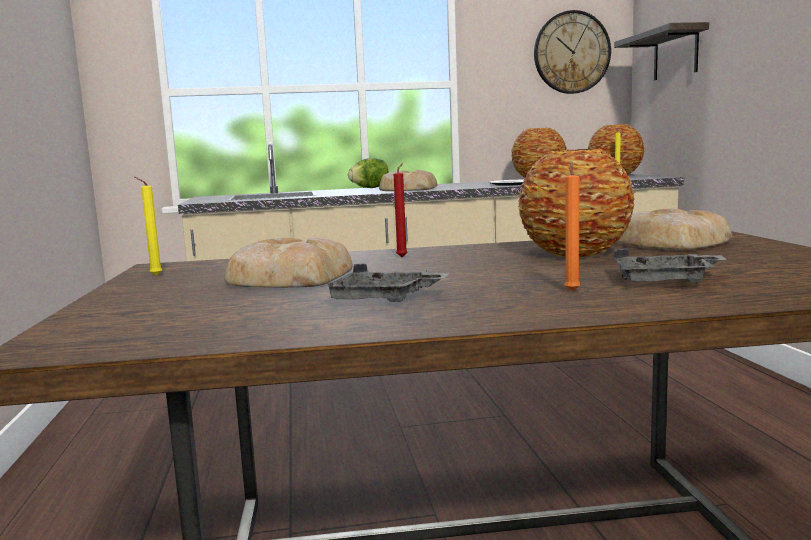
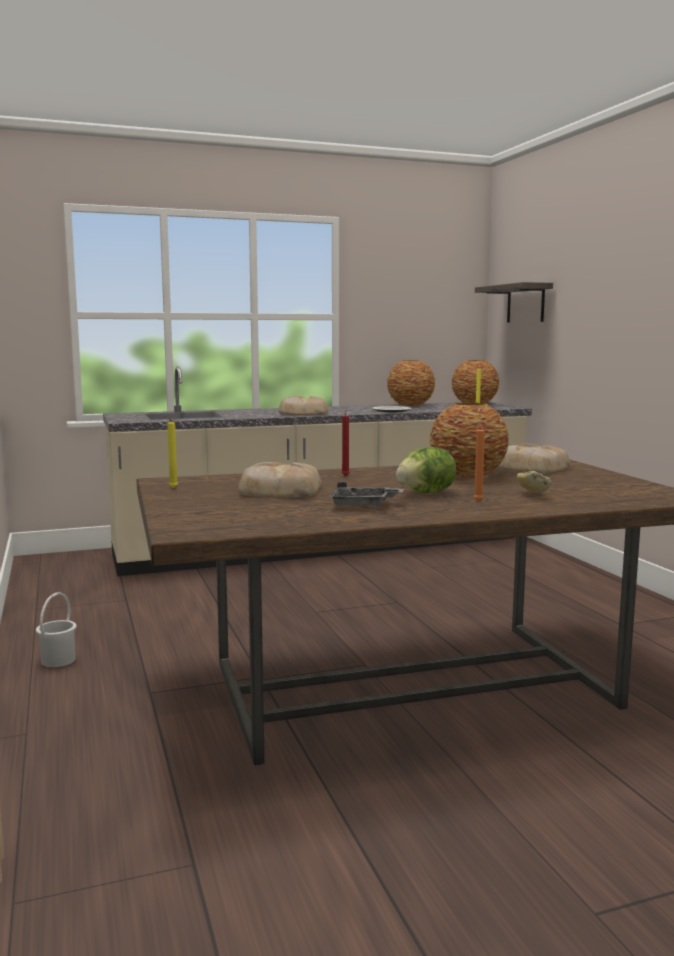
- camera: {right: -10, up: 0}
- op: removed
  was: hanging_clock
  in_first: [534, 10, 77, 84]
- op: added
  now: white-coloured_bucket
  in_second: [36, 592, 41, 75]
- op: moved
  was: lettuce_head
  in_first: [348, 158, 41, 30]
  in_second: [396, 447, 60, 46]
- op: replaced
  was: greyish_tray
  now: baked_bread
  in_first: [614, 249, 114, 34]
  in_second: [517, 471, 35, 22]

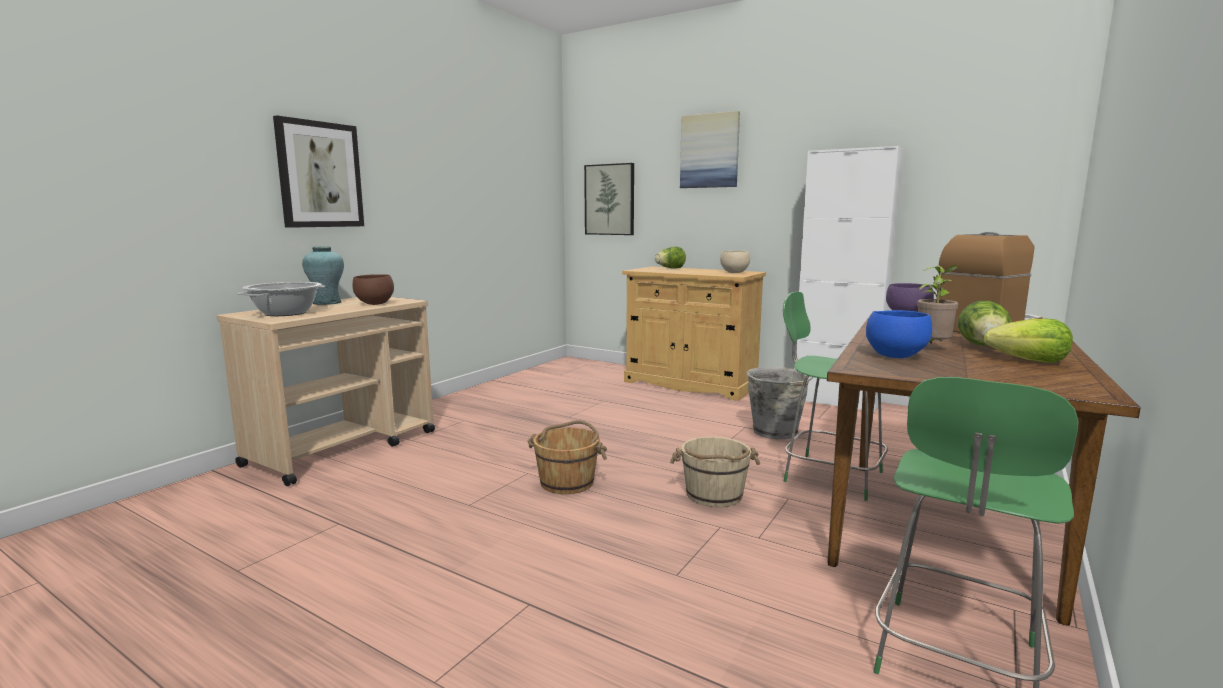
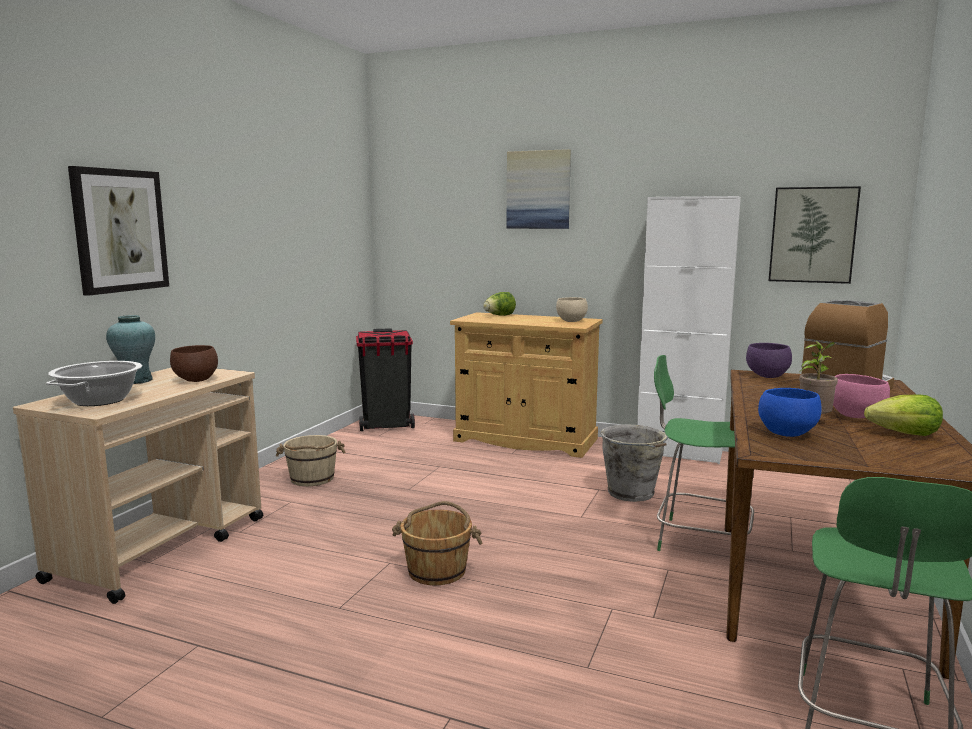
- camera: {right: -10, up: 0}
- op: added
  now: blackish_trash_can
  in_second: [356, 328, 59, 103]
- op: moved
  was: wall_art
  in_first: [584, 163, 50, 72]
  in_second: [769, 186, 92, 98]
- op: moved
  was: beige-coloured_bucket
  in_first: [670, 437, 90, 70]
  in_second: [276, 435, 70, 51]
- op: replaced
  was: lettuce_head
  now: pinkish_bowl
  in_first: [958, 301, 54, 45]
  in_second: [833, 374, 57, 44]

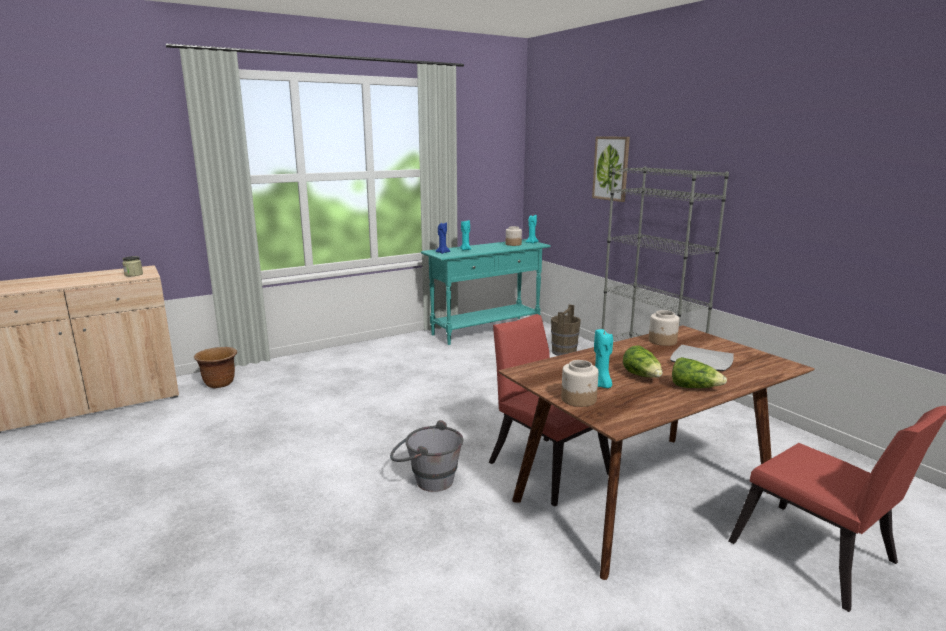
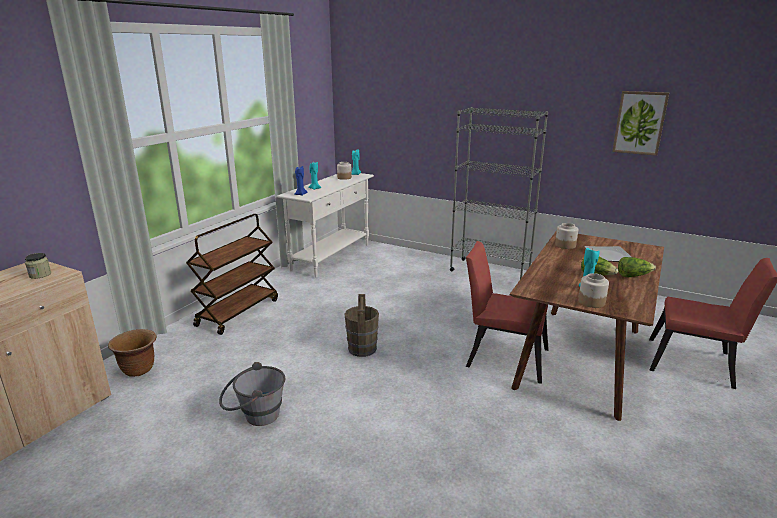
- camera: {right: -30, up: 5}
- op: added
  now: brown_trolley
  in_second: [186, 214, 92, 121]
- op: moved
  was: greyish_bucket
  in_first: [390, 420, 73, 72]
  in_second: [219, 362, 66, 64]
- op: moved
  was: brown_bucket
  in_first: [551, 304, 30, 52]
  in_second: [344, 294, 35, 63]
- op: moved
  was: wall_art
  in_first: [592, 136, 38, 66]
  in_second: [612, 91, 57, 65]
- op: recoloured
  was: turquoise-coloured_console_table
  now: white-coloured_console_table
  in_first: [421, 239, 130, 106]
  in_second: [277, 173, 97, 104]

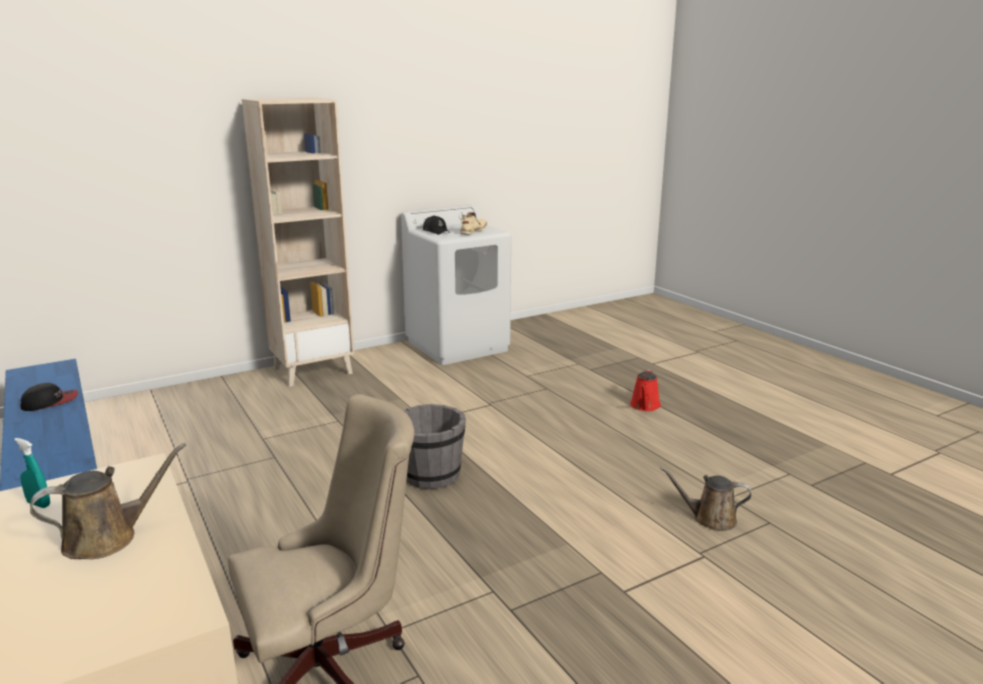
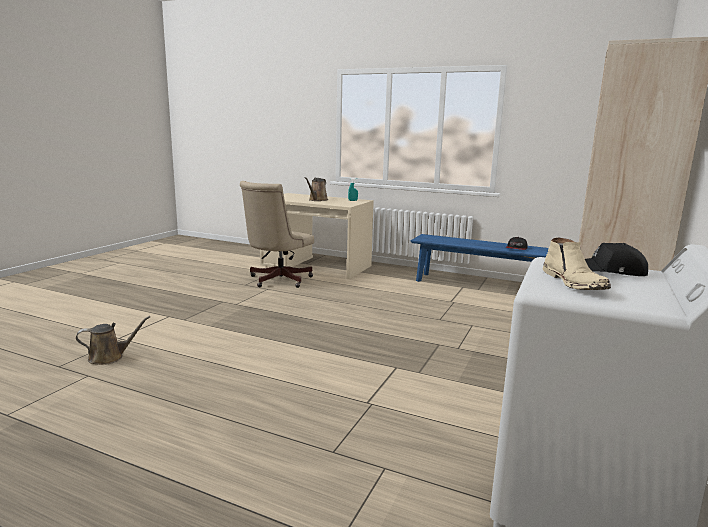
- camera: {right: 145, up: -5}
- op: removed
  was: greyish_bucket
  in_first: [404, 404, 62, 85]
- op: removed
  was: red_watering_pot
  in_first: [630, 369, 31, 42]

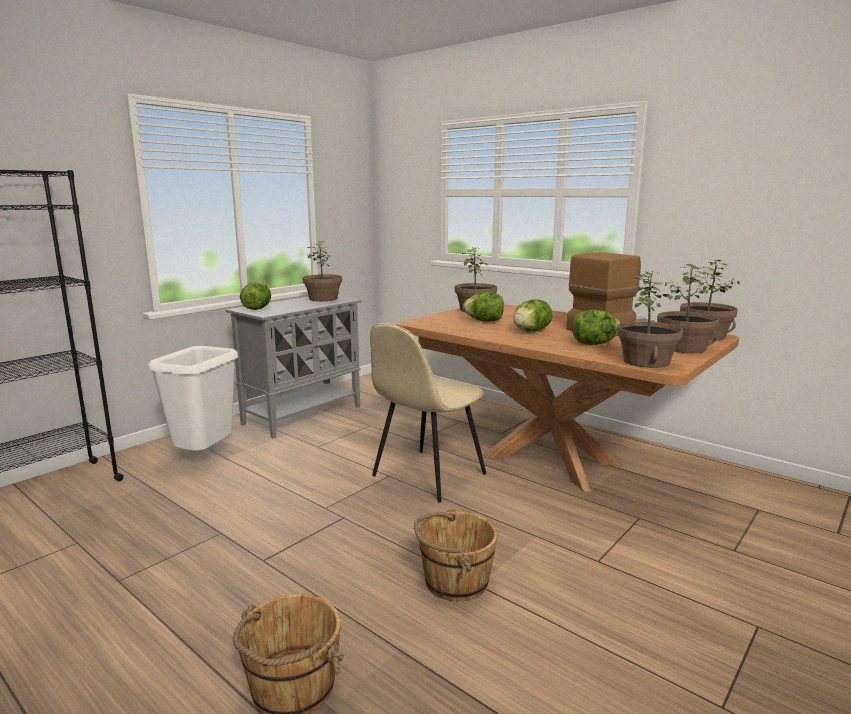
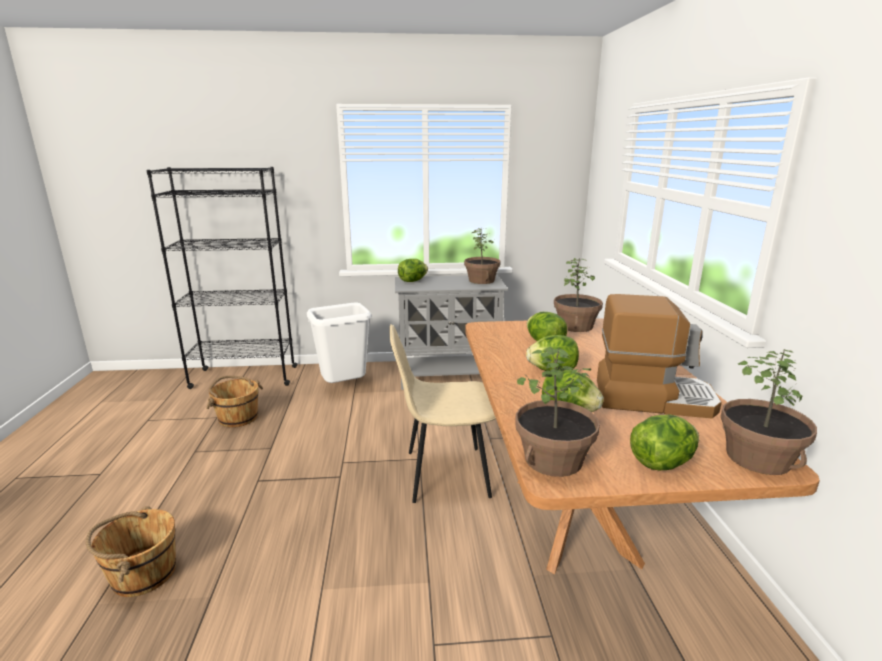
- camera: {right: 45, up: 5}
- op: moved
  was: brown_bucket
  in_first: [414, 509, 83, 92]
  in_second: [206, 376, 57, 51]
- op: replaced
  was: plant_in_a_pot
  now: lettuce_head
  in_first: [657, 264, 67, 89]
  in_second: [630, 415, 69, 55]

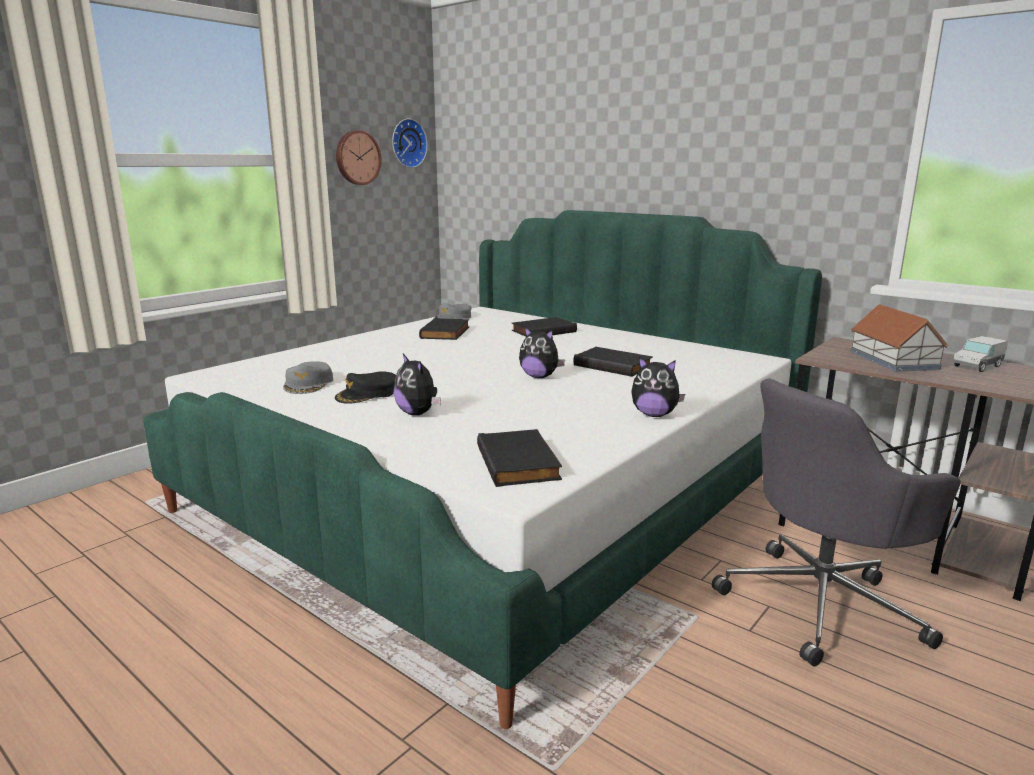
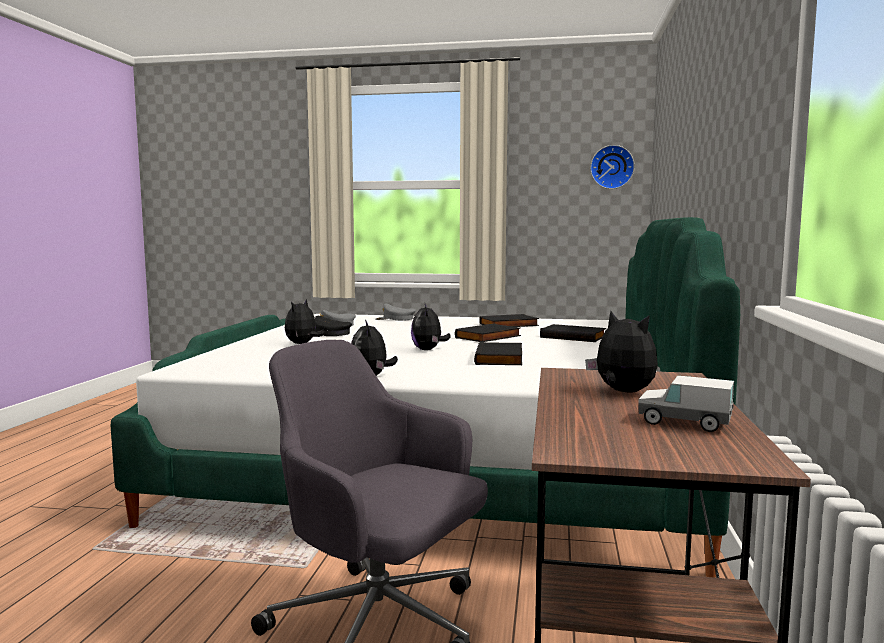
- camera: {right: 60, up: -10}
- op: removed
  was: hanging_clock
  in_first: [336, 130, 46, 55]
- op: moved
  was: greyish_peaked_cap
  in_first: [433, 303, 38, 16]
  in_second: [375, 304, 41, 17]
- op: moved
  was: blackish_book
  in_first: [477, 429, 85, 58]
  in_second: [455, 324, 66, 18]
- op: replaced
  was: model_house
  now: plush_toy
  in_first: [850, 304, 98, 68]
  in_second: [585, 311, 73, 81]

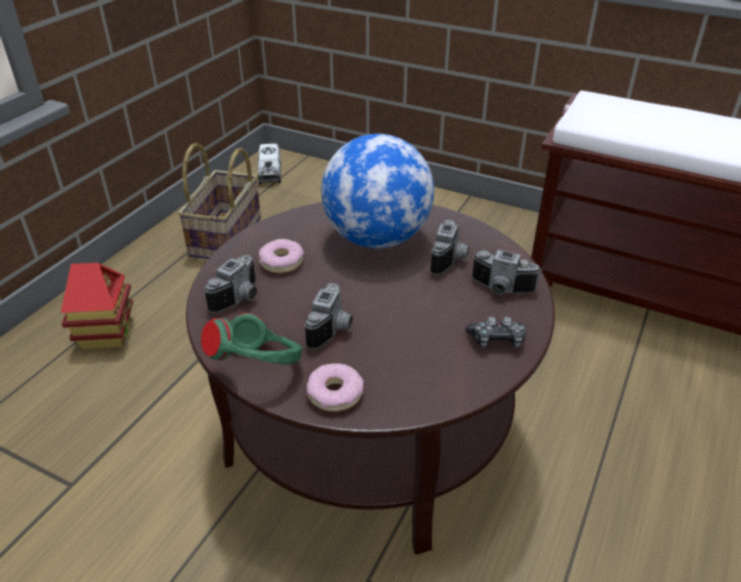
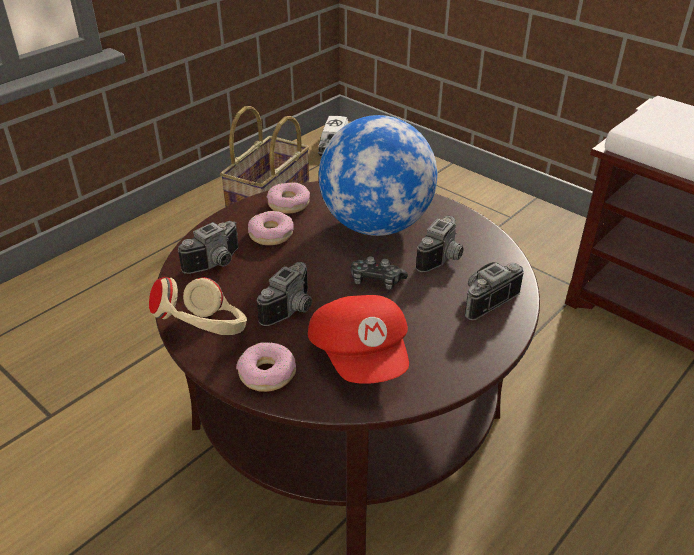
- camera: {right: 15, up: 0}
- op: removed
  was: model_house
  in_first: [61, 263, 72, 86]
- op: added
  now: donut
  in_second: [267, 182, 43, 32]
- op: added
  now: red_peaked_cap
  in_second: [308, 295, 101, 89]
- op: moved
  was: joypad
  in_first: [466, 316, 61, 32]
  in_second: [351, 256, 57, 34]
- op: recoloured
  was: greenish_headset
  now: beige-coloured_headset
  in_first: [201, 313, 101, 52]
  in_second: [149, 277, 98, 58]
- op: turned
  was: photo_camera
  in_first: [472, 250, 70, 44]
  in_second: [465, 262, 59, 59]
  clockwise: 105

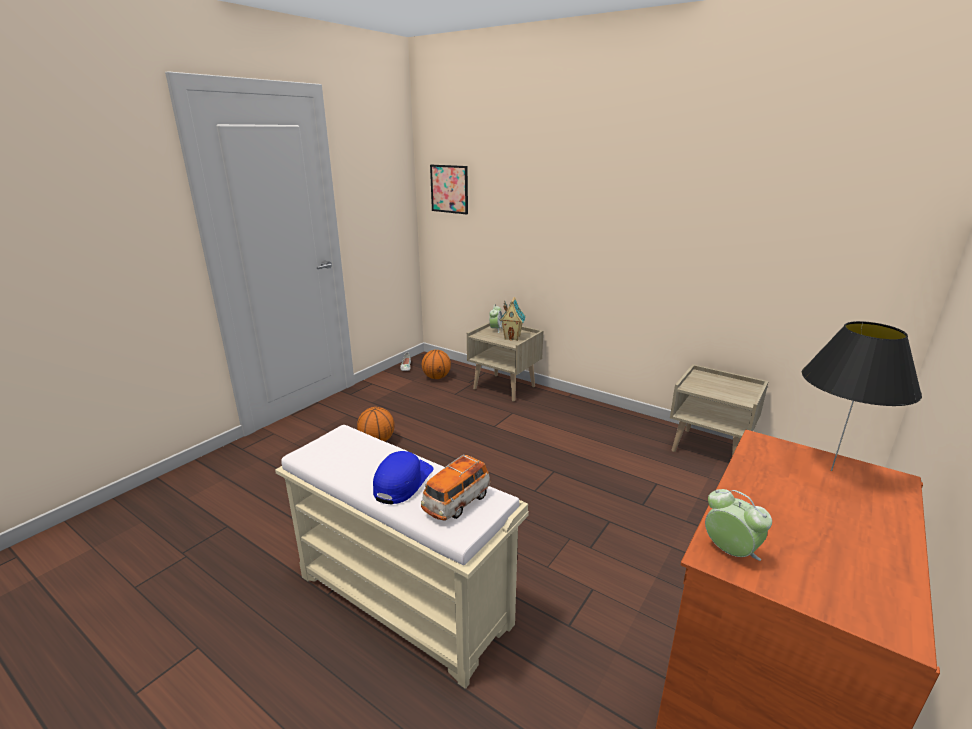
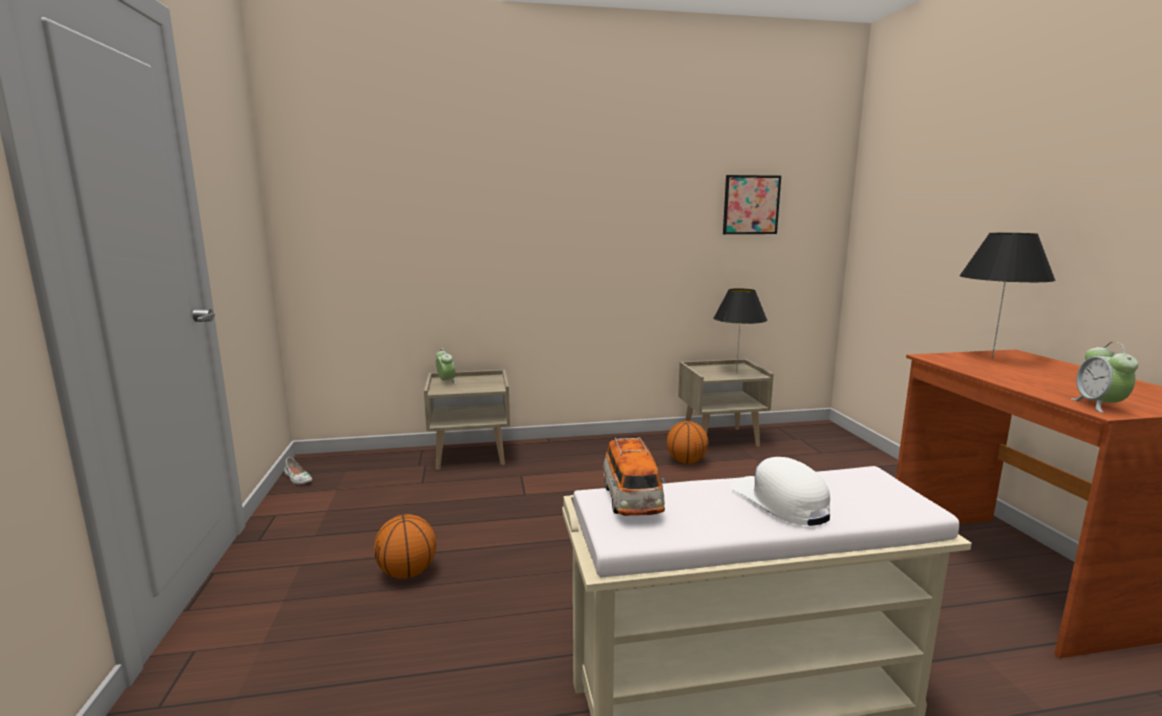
- camera: {right: -45, up: -10}
- op: removed
  was: model_house
  in_first: [500, 297, 26, 44]
- op: added
  now: blackish_table_lamp
  in_second: [714, 288, 53, 84]
- op: moved
  was: toy_car
  in_first: [421, 454, 70, 67]
  in_second: [603, 437, 63, 79]
- op: moved
  was: basketball_ball
  in_first: [422, 350, 29, 29]
  in_second: [667, 421, 42, 43]
- op: moved
  was: wall_art
  in_first: [430, 165, 38, 49]
  in_second: [723, 175, 58, 59]
- op: recoloured
  was: bluish_peaked_cap
  now: white-coloured_peaked_cap
  in_first: [373, 451, 61, 53]
  in_second: [729, 457, 101, 69]
- op: turned
  was: alarm_clock
  in_first: [705, 489, 67, 72]
  in_second: [1072, 342, 66, 71]
  clockwise: -90

